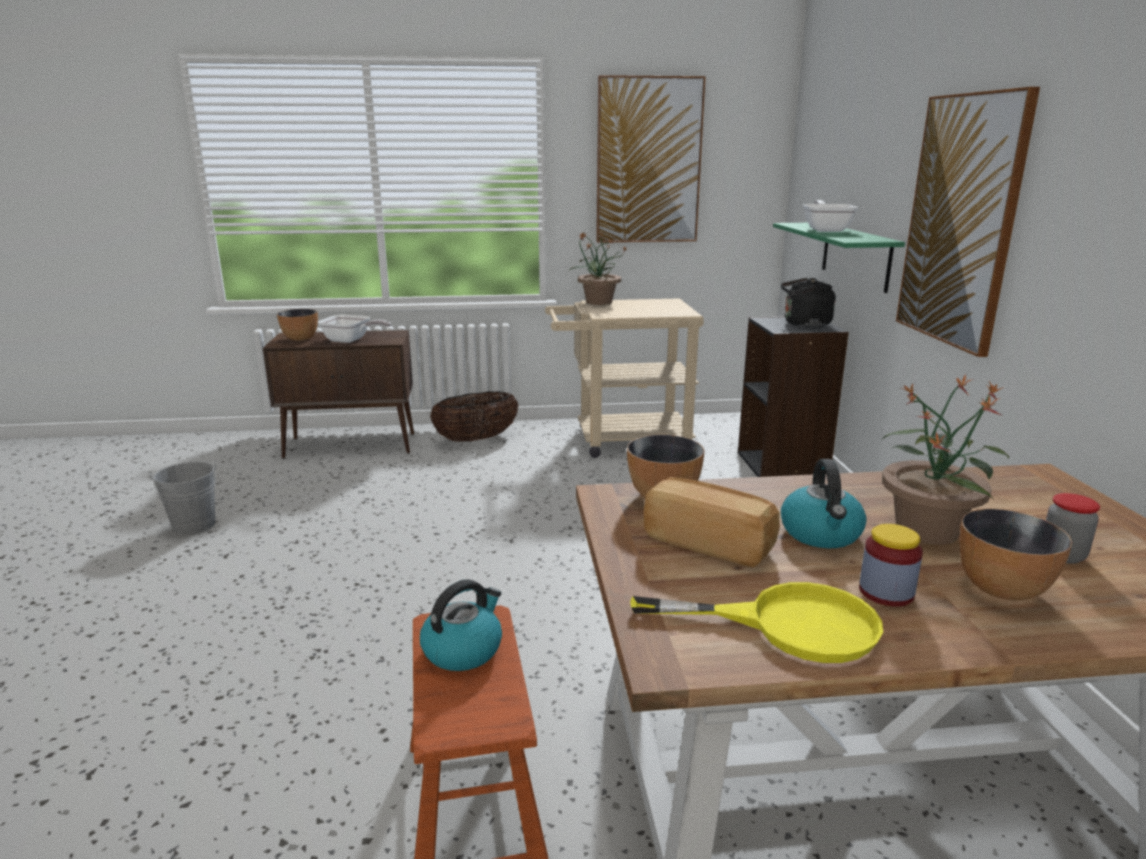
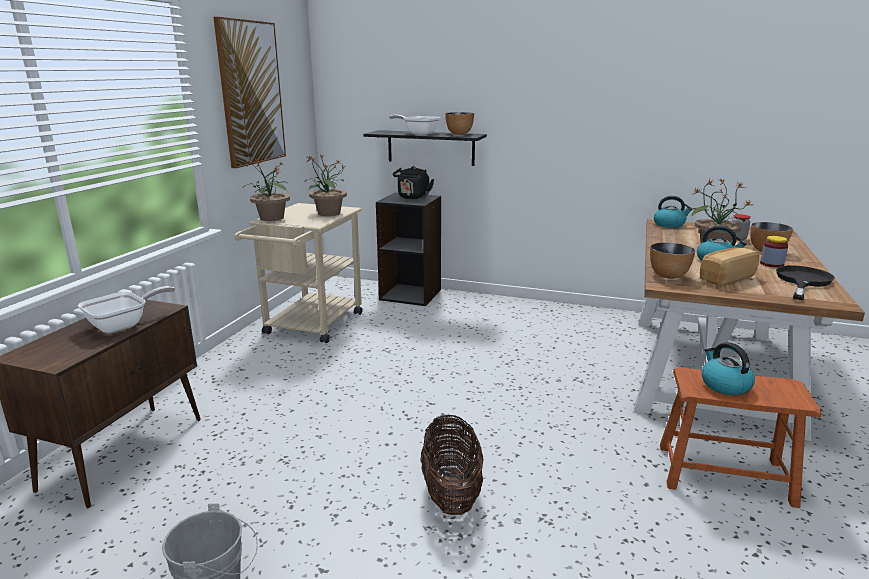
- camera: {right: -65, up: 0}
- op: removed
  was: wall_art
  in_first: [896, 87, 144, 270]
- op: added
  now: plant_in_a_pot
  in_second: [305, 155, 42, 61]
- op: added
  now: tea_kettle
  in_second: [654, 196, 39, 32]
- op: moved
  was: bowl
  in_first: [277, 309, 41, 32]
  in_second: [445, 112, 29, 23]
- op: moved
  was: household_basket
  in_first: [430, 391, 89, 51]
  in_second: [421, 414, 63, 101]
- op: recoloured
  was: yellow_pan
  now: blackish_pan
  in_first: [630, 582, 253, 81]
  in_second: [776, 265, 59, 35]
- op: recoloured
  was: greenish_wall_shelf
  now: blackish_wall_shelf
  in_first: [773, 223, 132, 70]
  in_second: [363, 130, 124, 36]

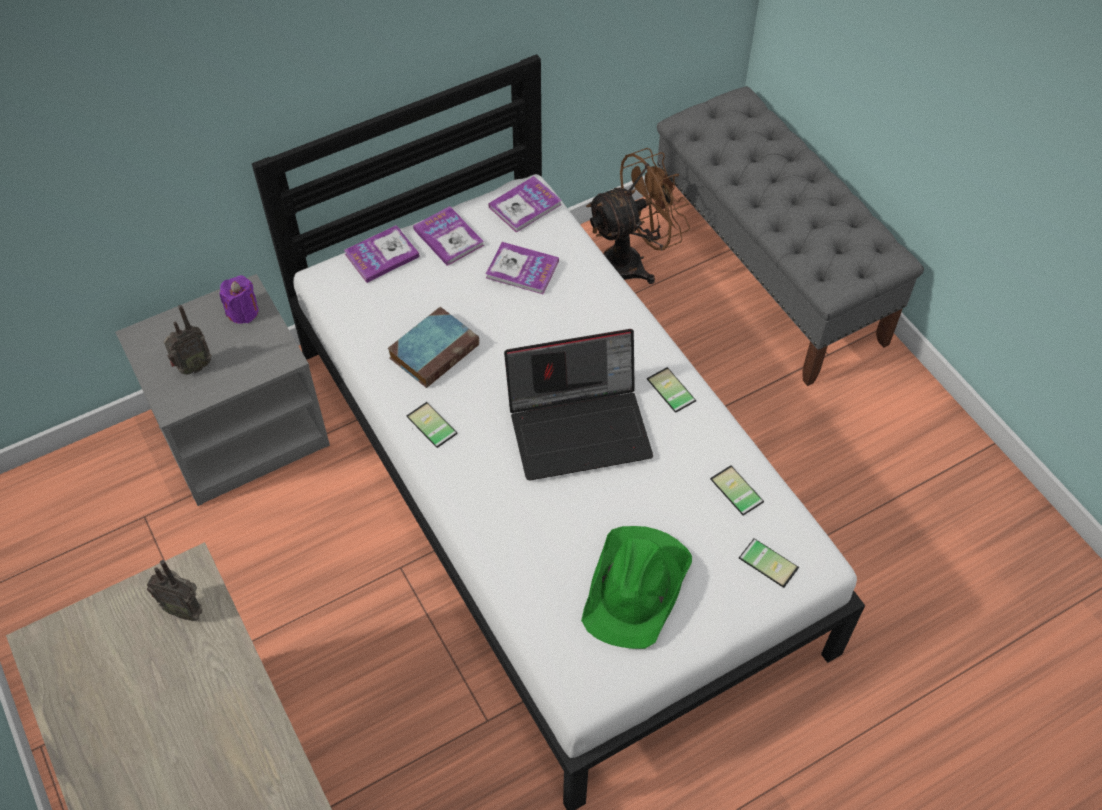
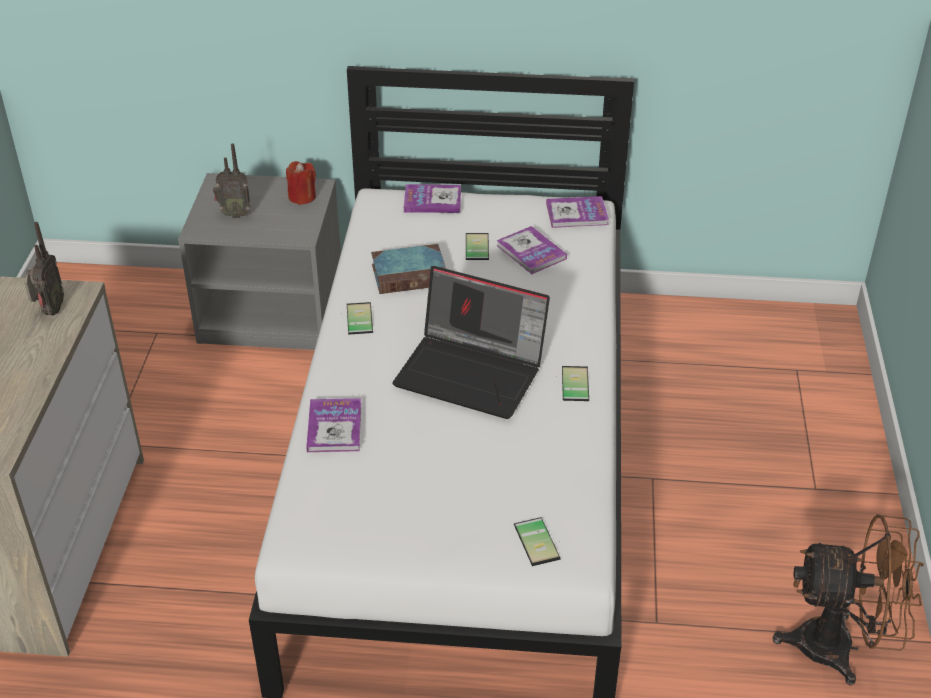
- camera: {right: 35, up: -15}
- op: removed
  was: greenish_clothing_hat
  in_first: [581, 526, 111, 123]
- op: removed
  was: greyish_bench
  in_first: [656, 86, 268, 300]
- op: moved
  was: book
  in_first: [413, 206, 71, 60]
  in_second: [306, 398, 55, 54]
- op: moved
  was: brown_cooling_fan
  in_first: [586, 148, 104, 136]
  in_second: [773, 514, 151, 171]
- op: moved
  was: phone
  in_first: [710, 465, 54, 51]
  in_second: [466, 233, 23, 27]
- op: recoloured
  was: purplish_wax_candle
  now: red_wax_candle
  in_first: [220, 275, 39, 49]
  in_second: [286, 161, 30, 44]
- op: turned
  was: radio_set
  in_first: [147, 560, 56, 61]
  in_second: [24, 222, 40, 94]
  clockwise: -135

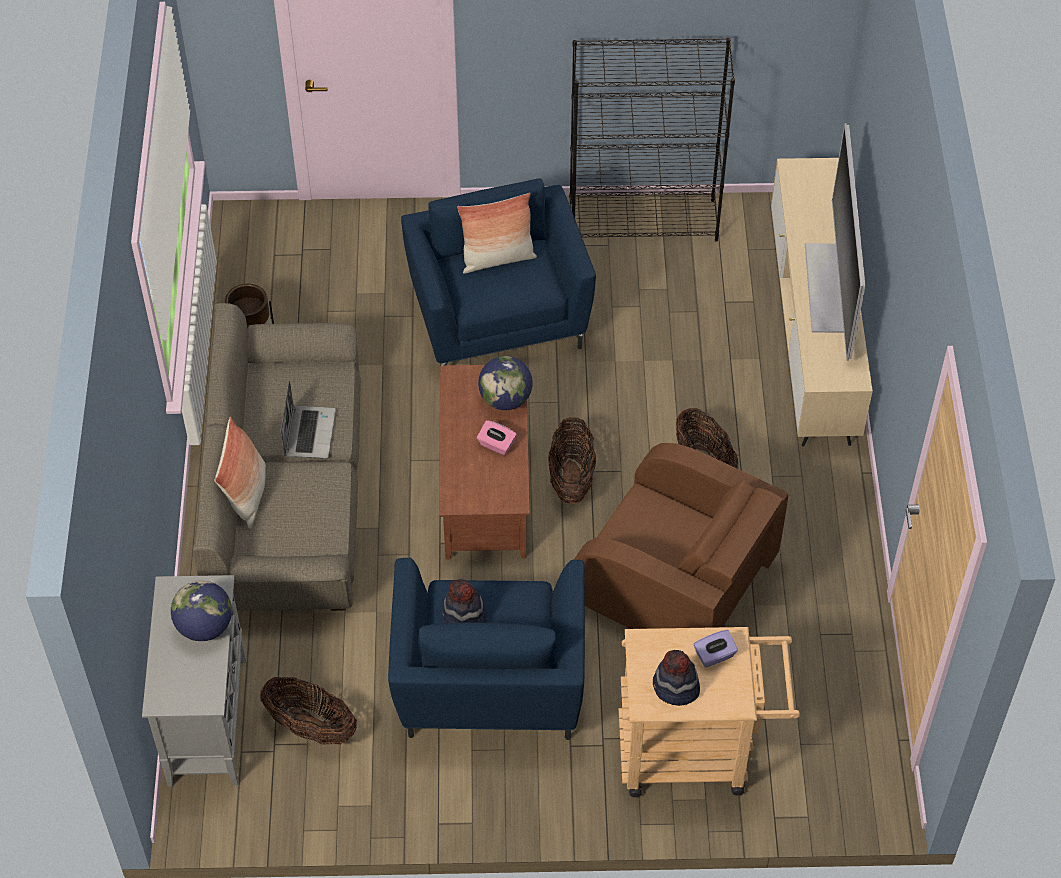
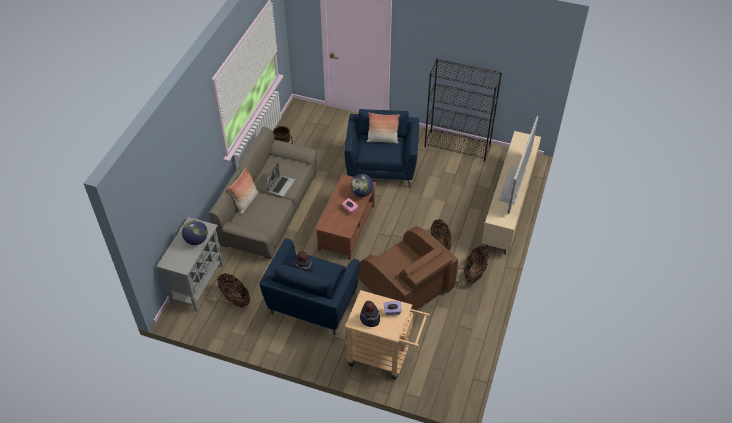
- camera: {right: 20, up: -5}
- op: moved
  was: household_basket
  in_first: [548, 417, 48, 87]
  in_second: [464, 246, 25, 37]

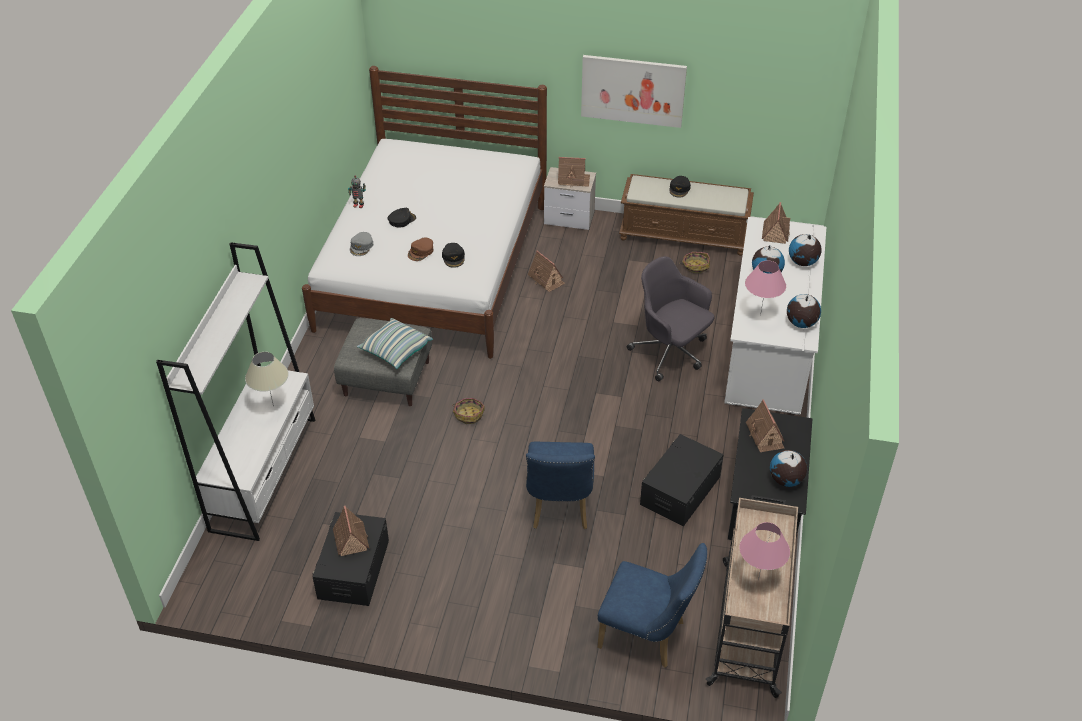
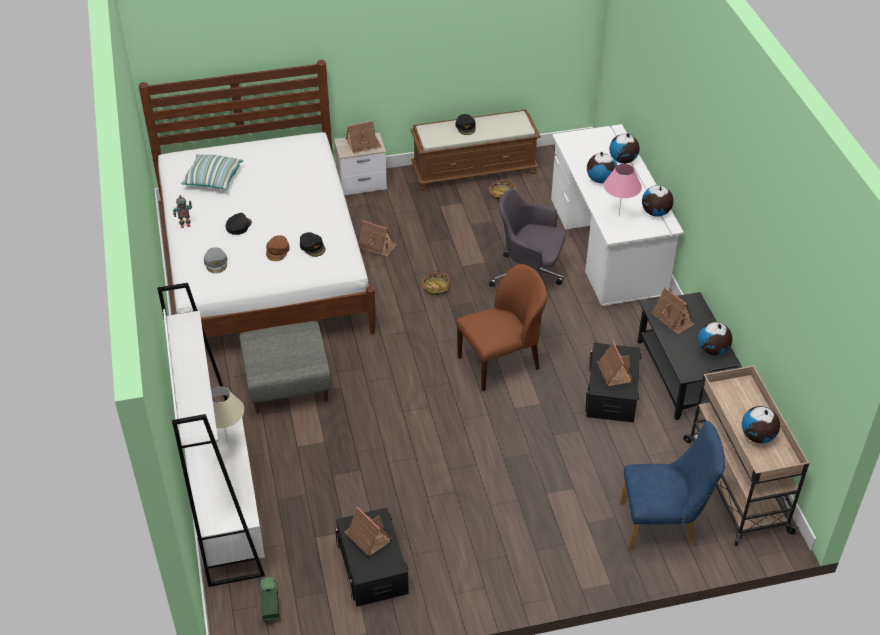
- camera: {right: -25, up: 0}
- op: removed
  was: bluish_upright_chair
  in_first: [526, 442, 69, 87]
- op: removed
  was: wall_art
  in_first: [581, 55, 106, 73]
- op: added
  now: model_truck
  in_second: [259, 577, 21, 45]
- op: added
  now: brown_upright_chair
  in_second: [456, 264, 91, 127]
- op: moved
  was: throw_pillow
  in_first: [357, 318, 76, 51]
  in_second: [181, 155, 62, 35]
- op: moved
  was: household_basket
  in_first: [452, 398, 33, 26]
  in_second: [418, 272, 32, 24]
- op: moved
  was: model_house
  in_first: [762, 202, 28, 42]
  in_second: [597, 341, 36, 45]
- op: replaced
  was: pinkish_table_lamp
  now: world_globe
  in_first: [739, 522, 51, 58]
  in_second: [742, 406, 38, 37]

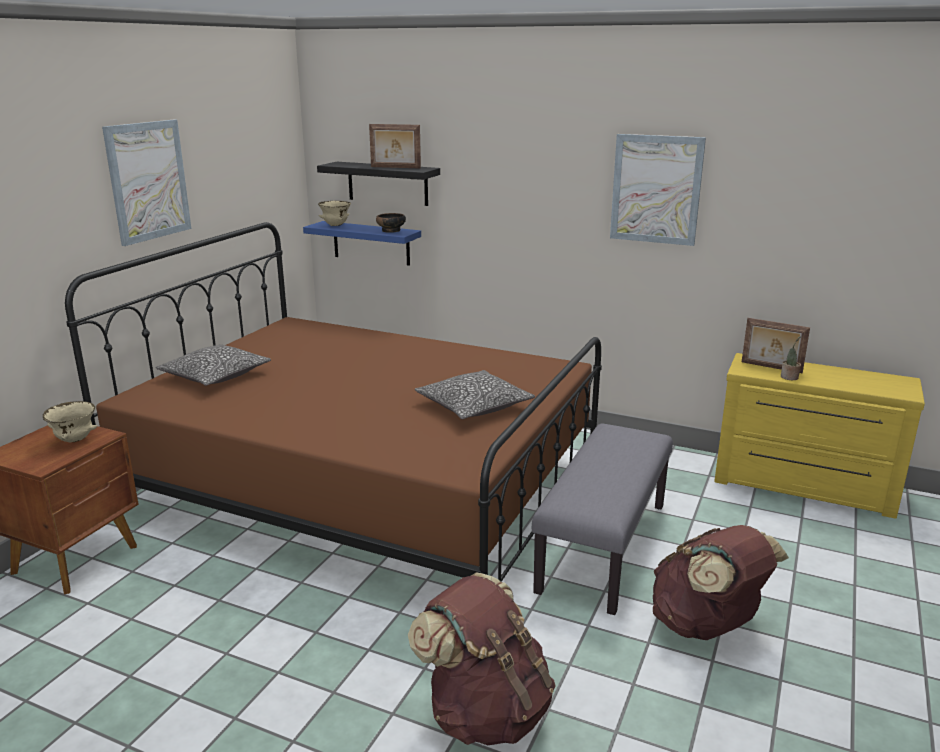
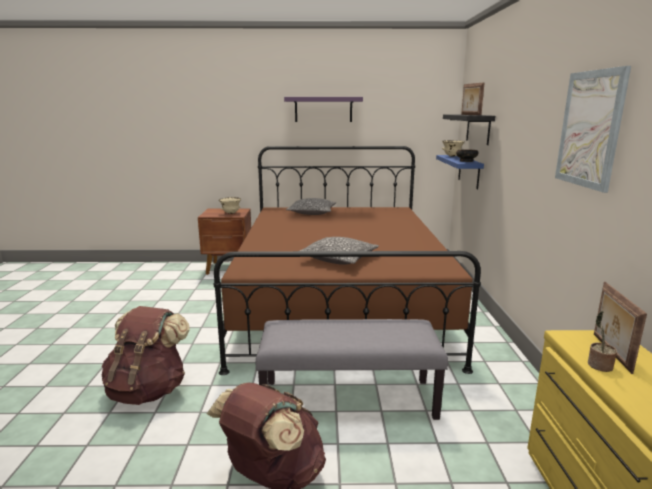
- camera: {right: 65, up: -5}
- op: replaced
  was: wall_art
  now: purplish_wall_shelf
  in_first: [102, 120, 89, 126]
  in_second: [284, 97, 79, 25]

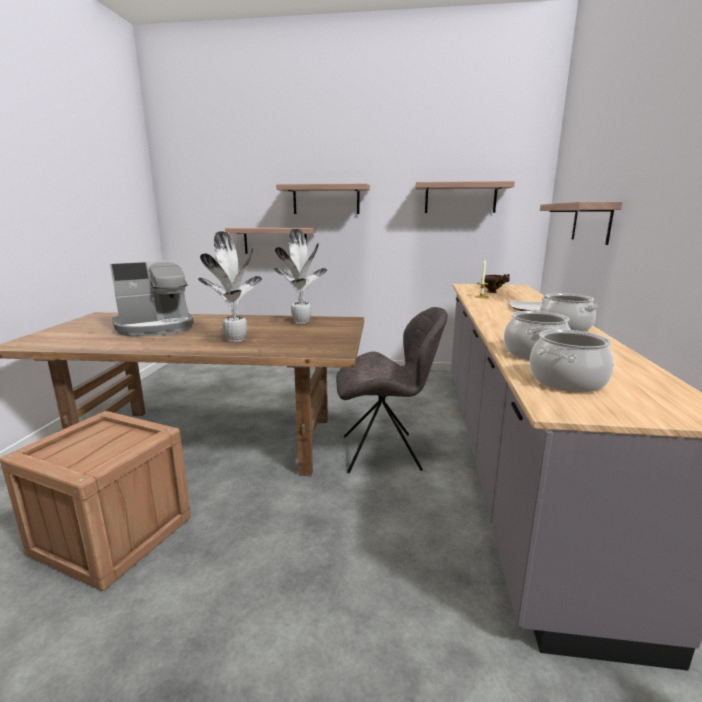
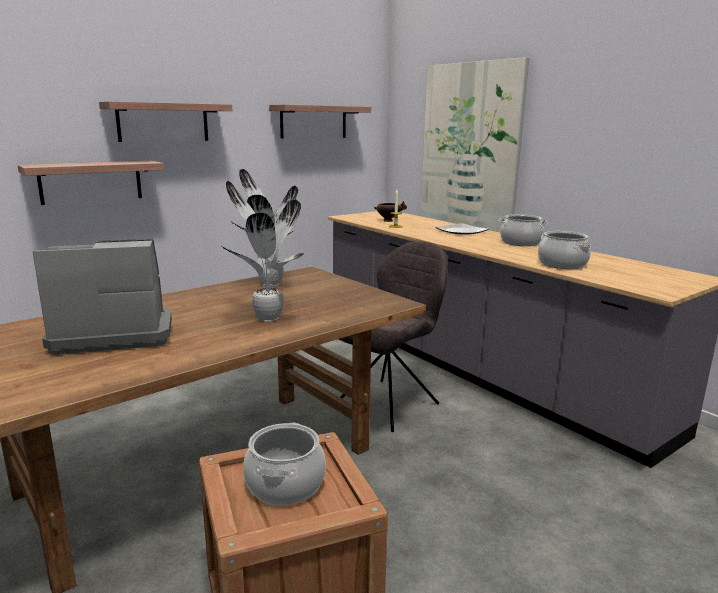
- camera: {right: -45, up: 0}
- op: moved
  was: cooking_pot
  in_first: [529, 329, 85, 63]
  in_second: [243, 423, 83, 82]
- op: replaced
  was: wall_shelf
  now: wall_art
  in_first: [540, 202, 82, 43]
  in_second: [420, 57, 109, 176]
- op: turned
  was: coffee_brewer
  in_first: [110, 260, 84, 76]
  in_second: [32, 239, 140, 116]
  clockwise: -120

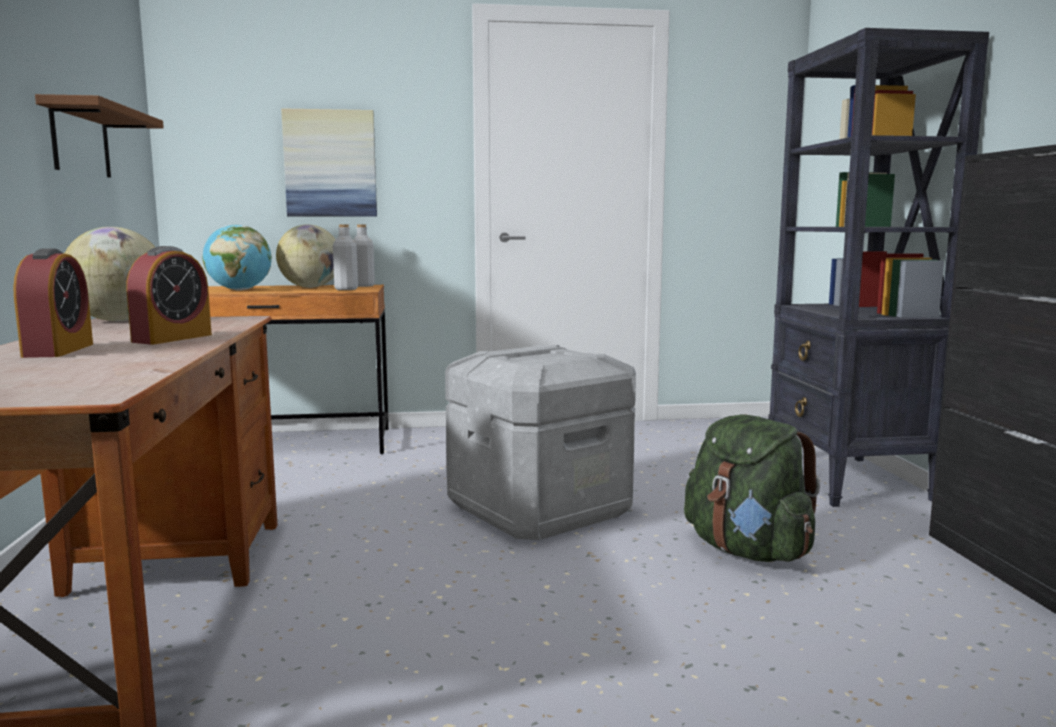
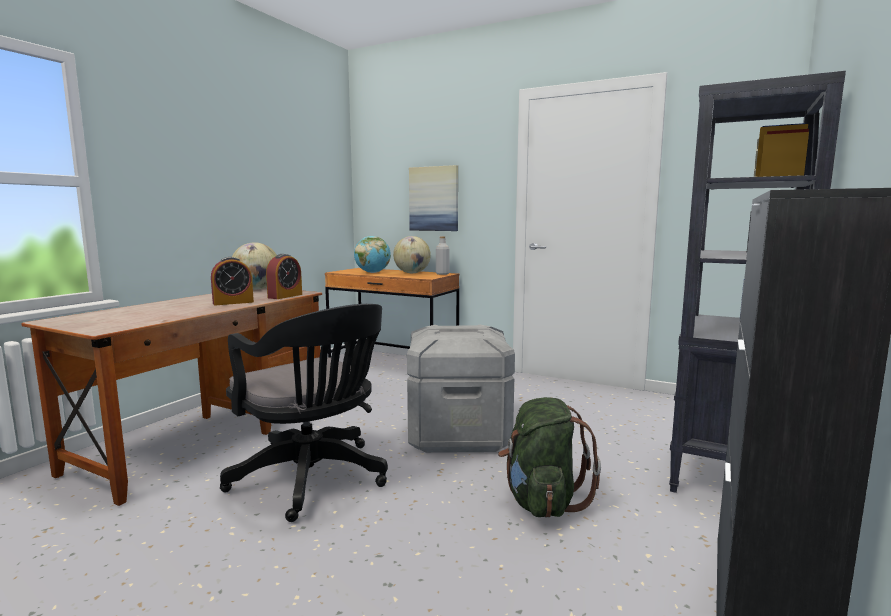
- camera: {right: 35, up: 0}
- op: removed
  was: brown_wall_shelf
  in_first: [35, 94, 129, 83]
- op: removed
  was: greyish_drink_bottle
  in_first: [333, 224, 25, 66]
- op: added
  now: blackish_desk_chair
  in_second: [220, 304, 168, 218]
- op: moved
  was: alarm_clock
  in_first: [13, 248, 80, 110]
  in_second: [266, 254, 36, 45]

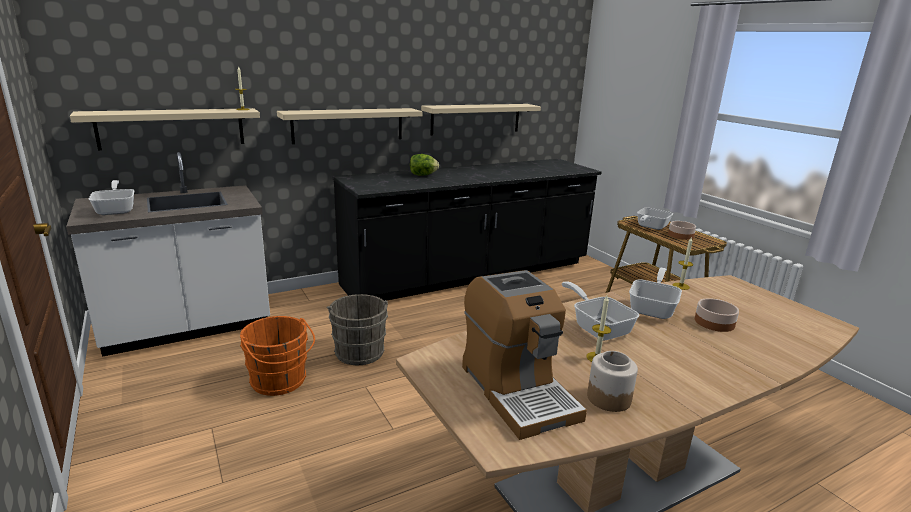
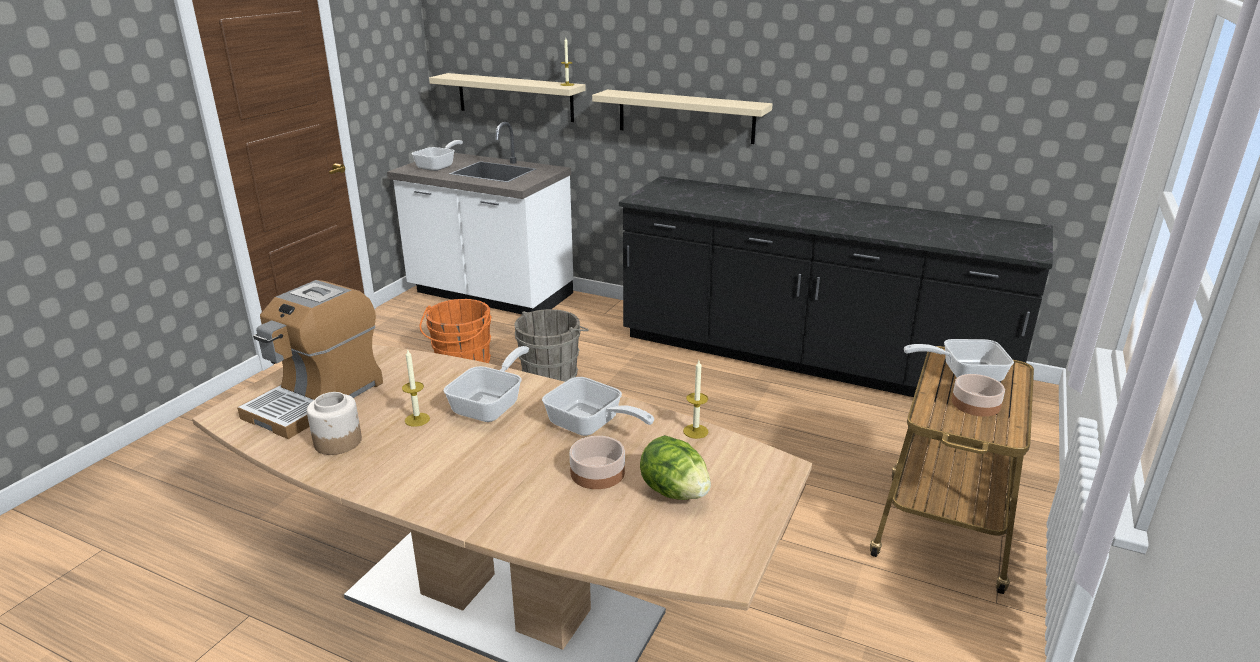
- camera: {right: 55, up: 5}
- op: removed
  was: beige-coloured_wall_shelf
  in_first: [421, 104, 120, 31]
- op: moved
  was: lettuce_head
  in_first: [410, 154, 29, 22]
  in_second: [640, 435, 71, 65]
- op: turned
  was: pan
  in_first: [629, 268, 53, 51]
  in_second: [542, 377, 112, 59]
  clockwise: 45

